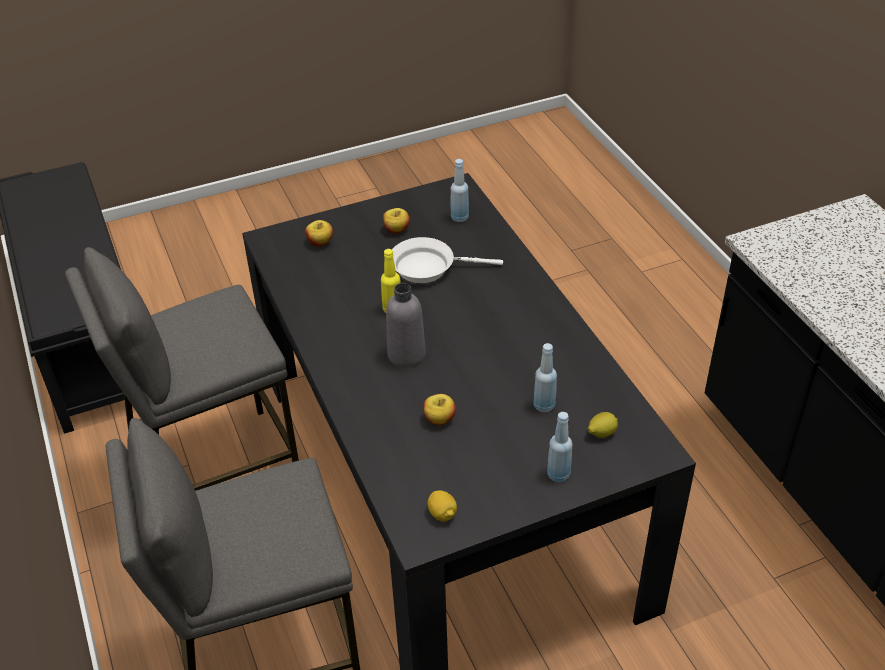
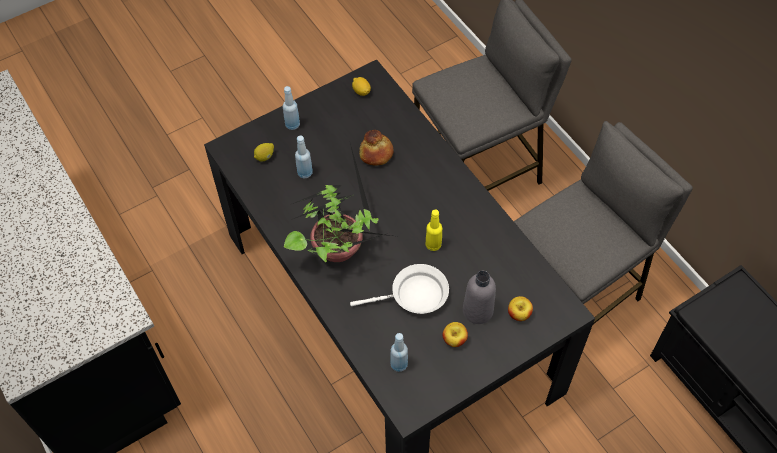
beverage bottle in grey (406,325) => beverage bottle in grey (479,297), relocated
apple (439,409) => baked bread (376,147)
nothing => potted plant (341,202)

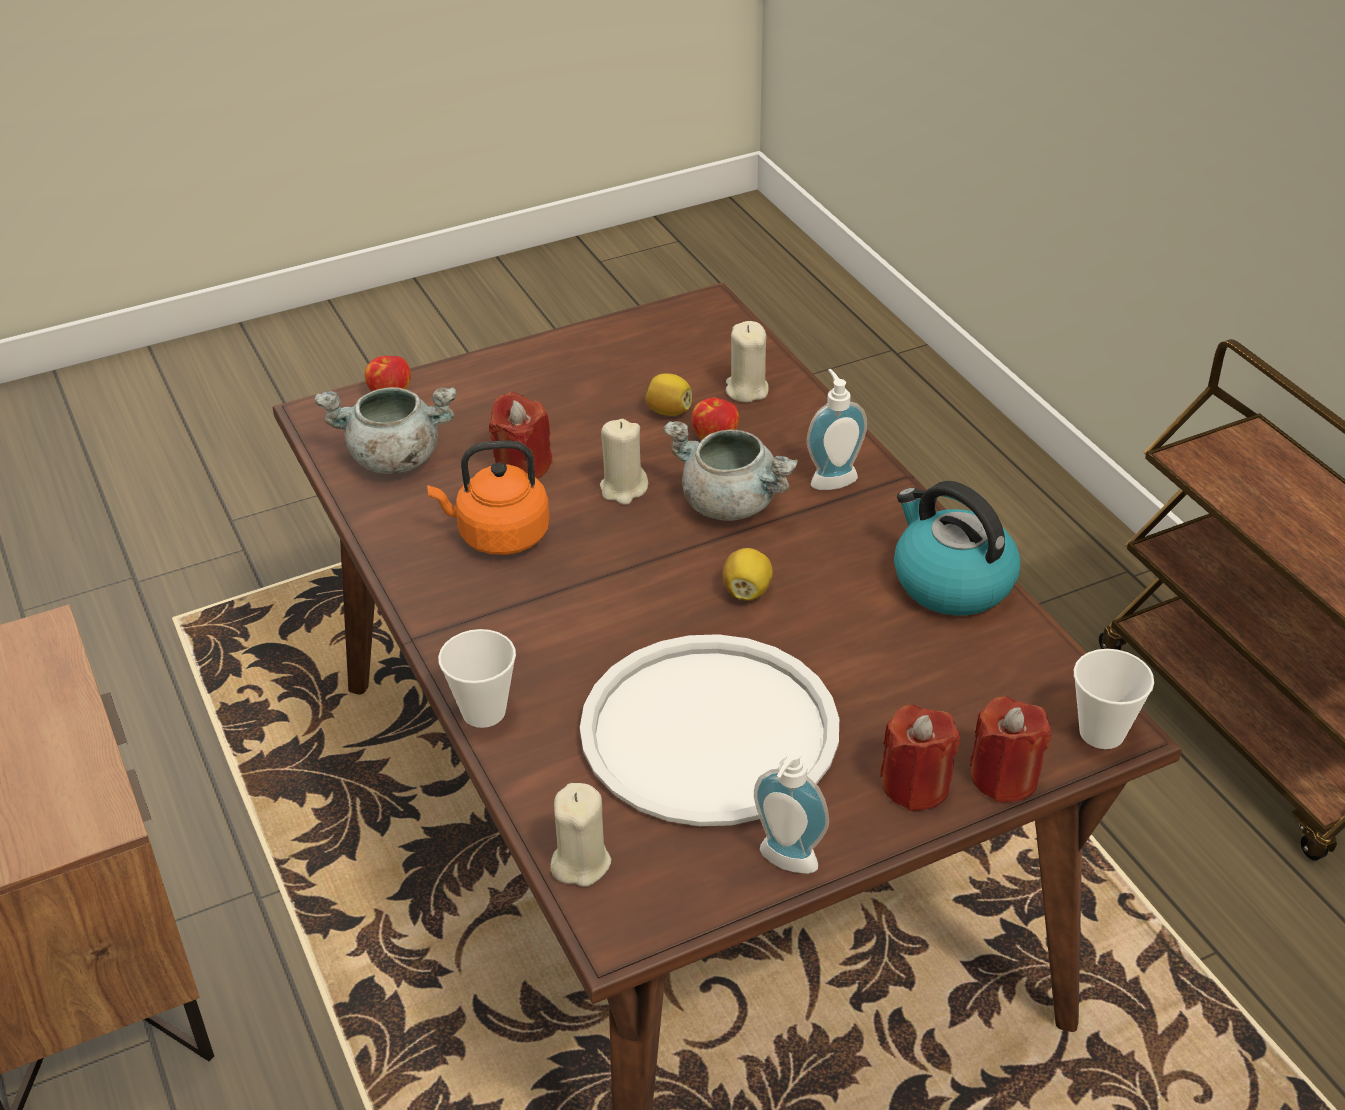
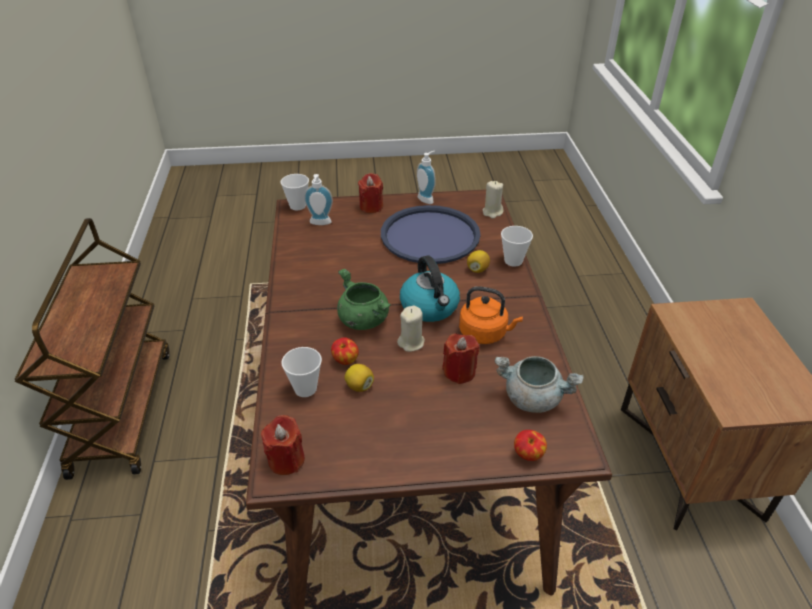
wax light in beige (747,361) => small cup (301,372)
soap bottle (836,429) => soap bottle (318,199), relocated
saucepot in grey (730,471) => saucepot in greenish (364,299)
water kettle (957,548) => water kettle (430,288), relocated
lemon (748,574) => lemon (478,261), relocated
carrying tray in whitish (709,730) => carrying tray in blue (431,234)
wax light in red-coloured (1010,750) => wax light in red-coloured (283,445), relocated

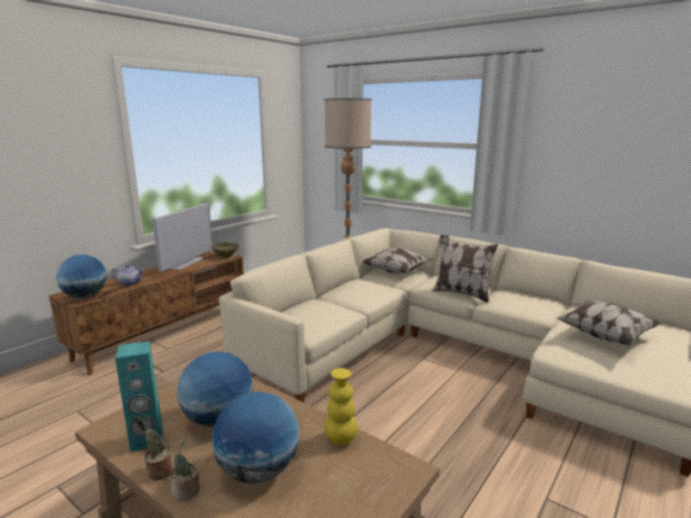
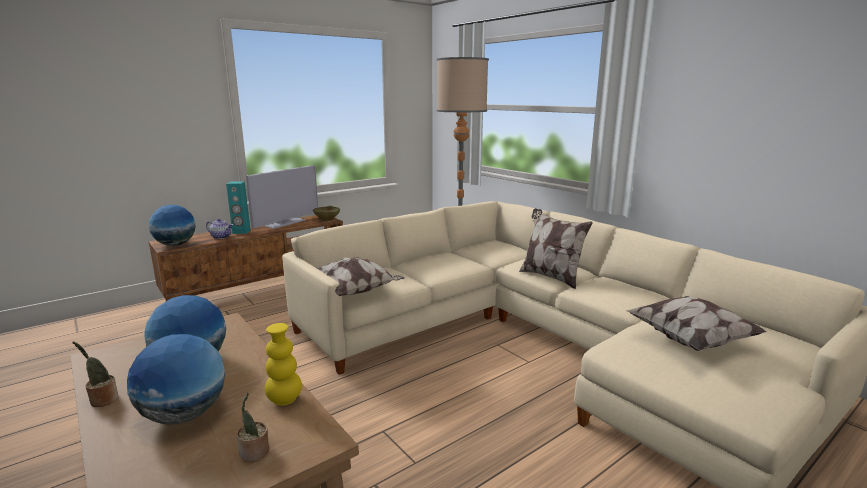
cushion (398,261) => cushion (361,276), relocated
speaker in turquoise (139,396) => speaker in turquoise (238,208), relocated
potted plant (185,469) => potted plant (253,427), relocated

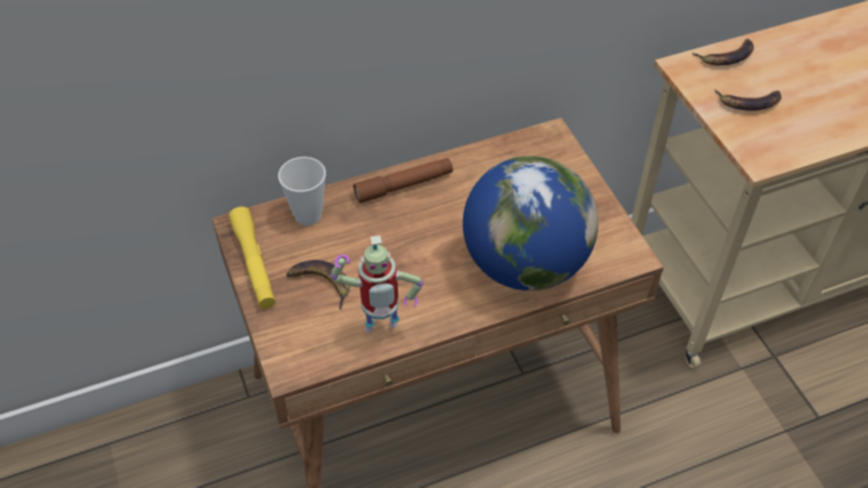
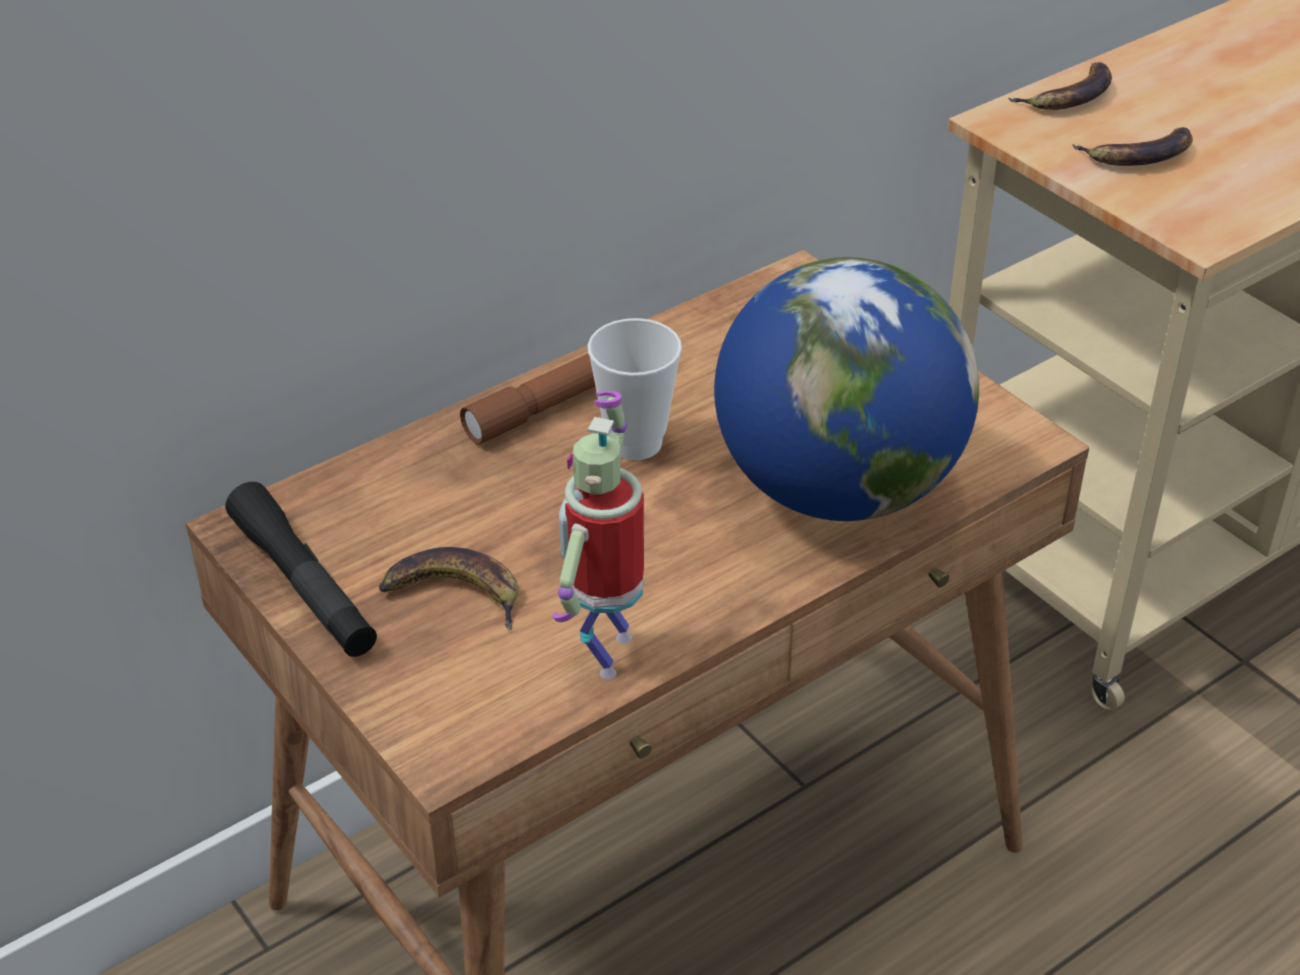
small cup (302,191) => small cup (635,389), relocated
flashlight in yellow (252,258) => flashlight in black (301,569)
toy robot (377,284) => toy robot (598,535), 135 degrees clockwise

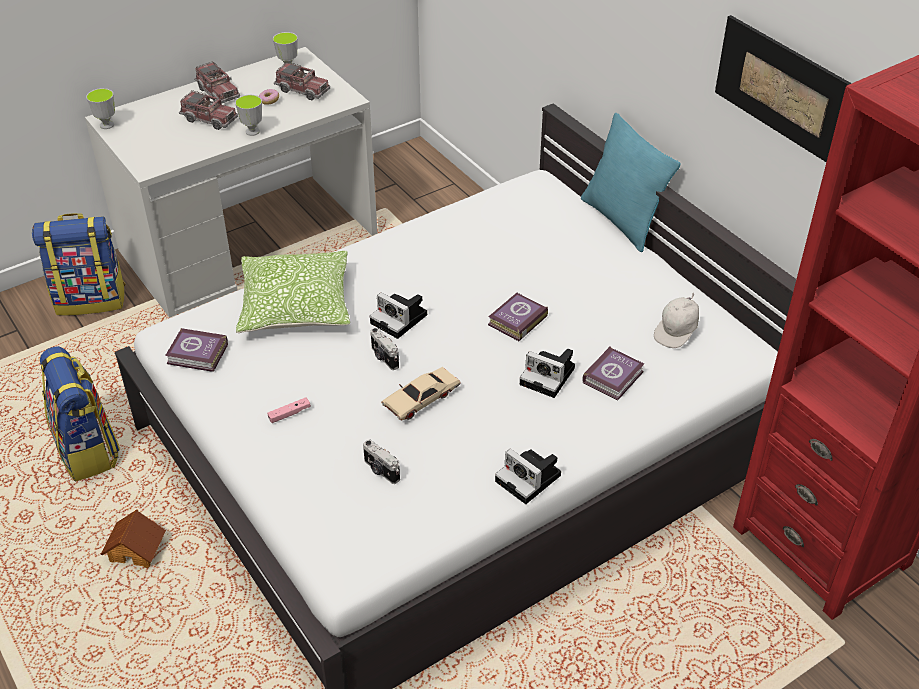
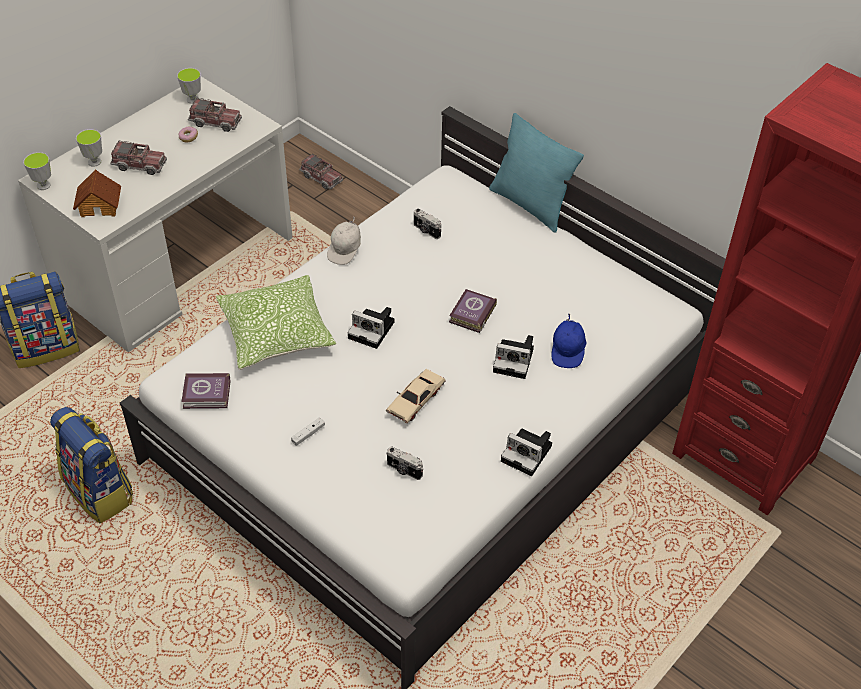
picture (783,88) => nothing
model truck (217,82) => model truck (321,171), relocated
small cup (248,115) => small cup (89,148), relocated
baseball cap in whitish (676,320) => baseball cap in whitish (344,240), relocated
still camera (384,349) => still camera (427,223), relocated
volume (613,373) => baseball cap in blue (568,340)
joypad in pink (289,410) => joypad in whitish (308,432)
model house (133,538) => model house (97,193), relocated

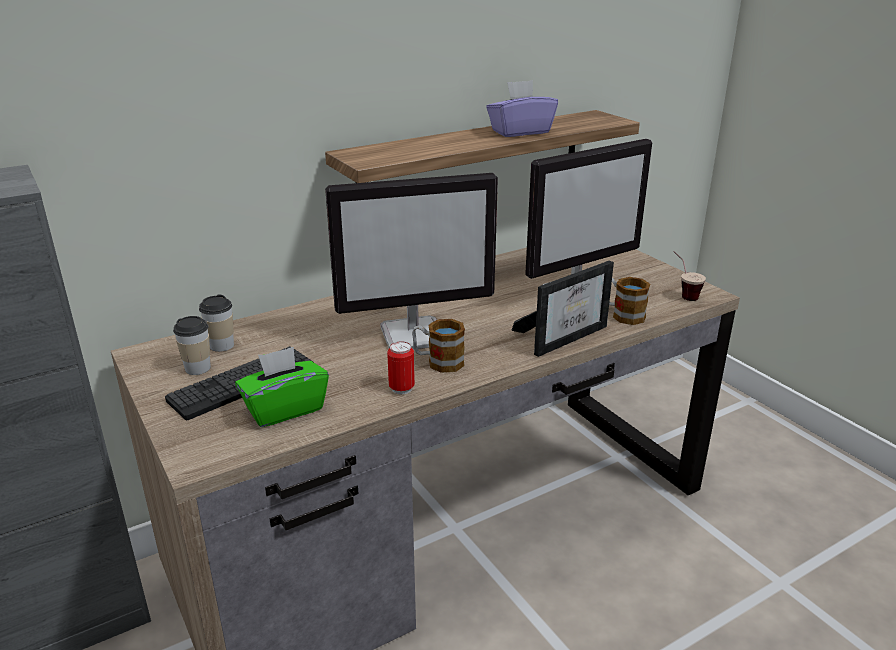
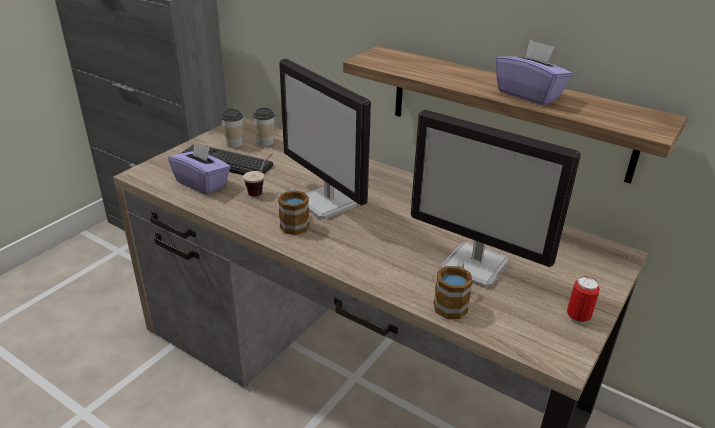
small cup (690,276) => small cup (258,175), relocated
standing frame (563,308) => nothing
sealed can (401,367) => sealed can (583,300), relocated
box of tissues in greenish (282,387) => box of tissues in purple (199,168)

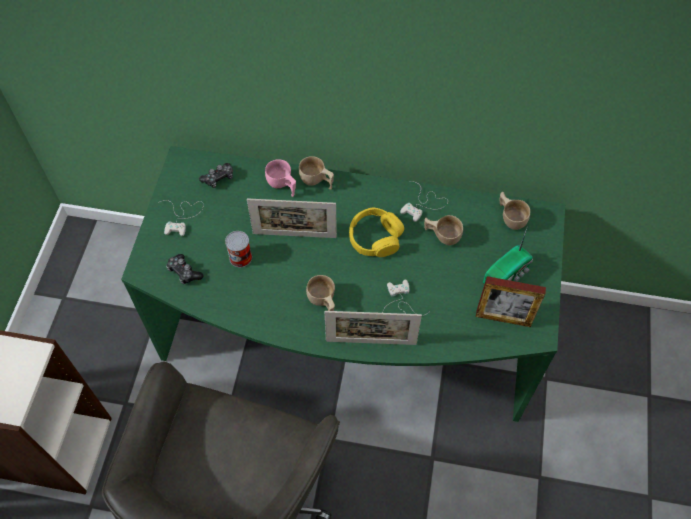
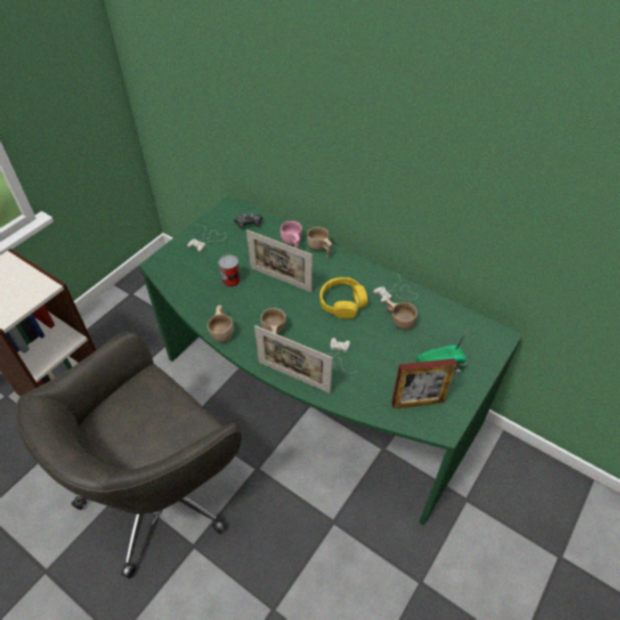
small cup in beige (515,211) => small cup in beige (220,324), relocated
joypad (185,269) => nothing
standing frame (511,301) => standing frame (424,383), 45 degrees counterclockwise

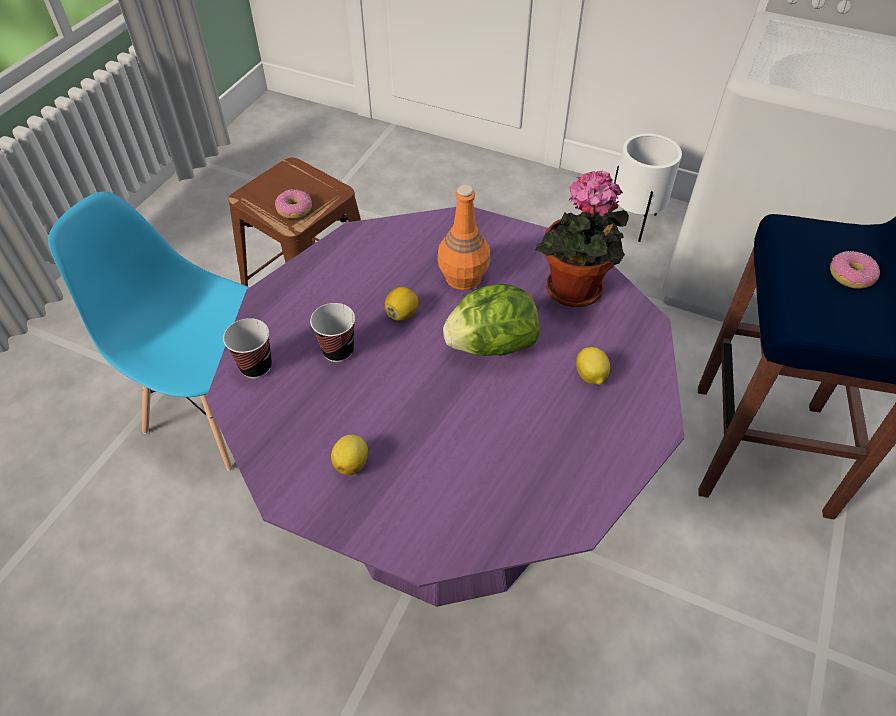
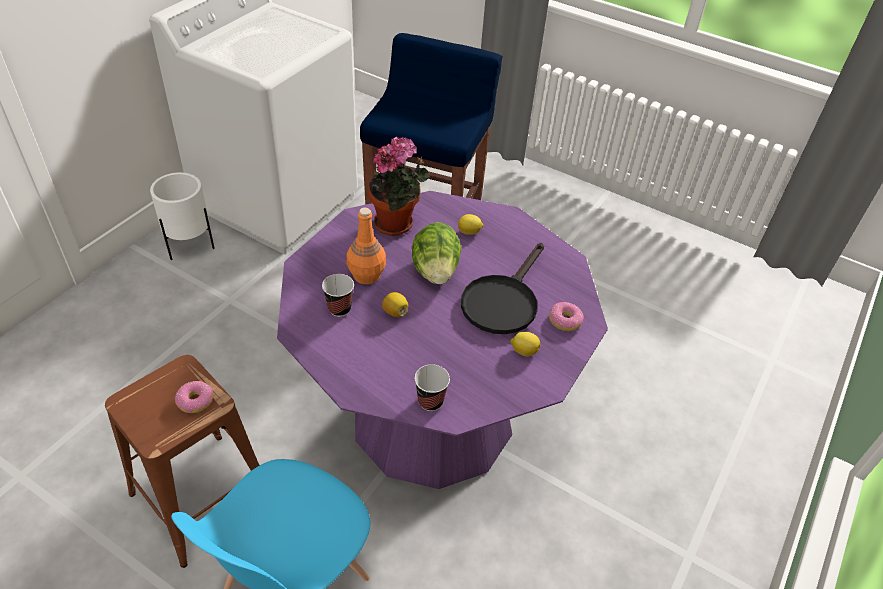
donut (855,270) => donut (566,316), relocated
small cup (332,332) => small cup (338,295), relocated
nothing => pan in black (502,288)

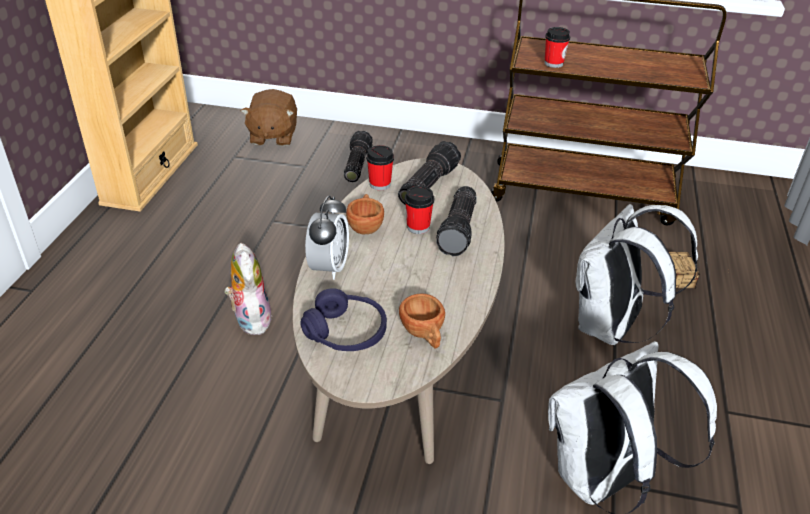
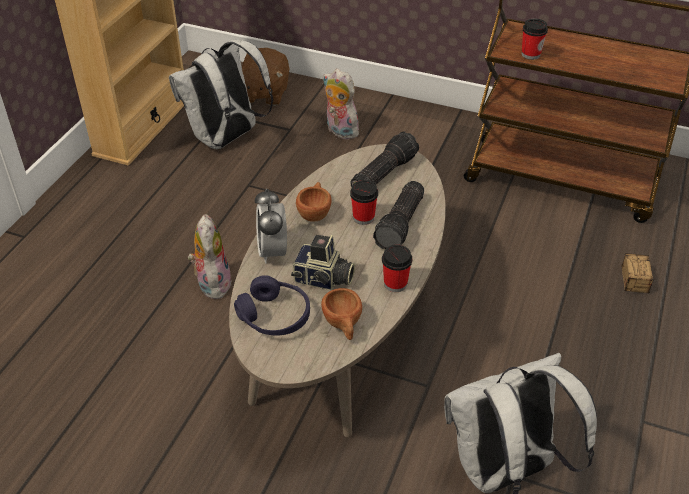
flashlight (358,156) => soft toy (341,104)
small cup (380,167) => small cup (397,268), relocated
table clock (327,238) => table clock (271,225), 150 degrees clockwise
backpack in whitish (637,274) => backpack in whitish (221,94), relocated
nothing => still camera (323,262)

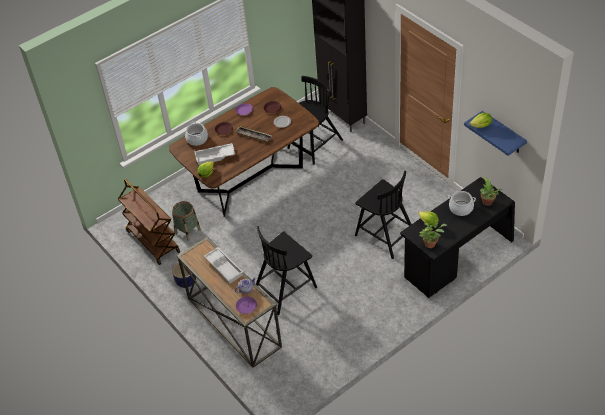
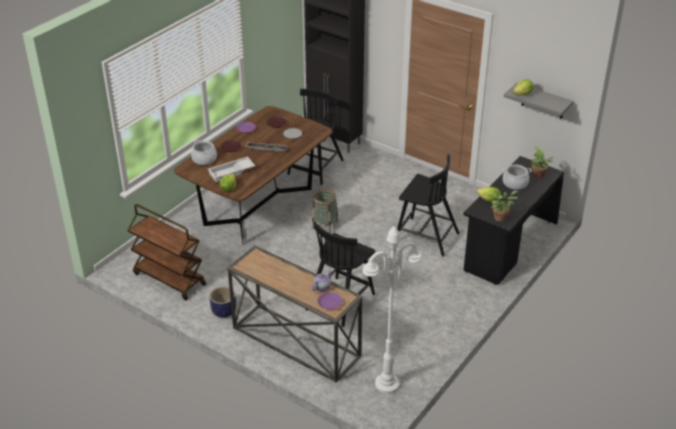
shelf in blue (495,133) => shelf in grey (539,101)
household basket (186,221) => household basket (325,211), relocated
carrying tray in whitish (223,265) => nothing
nothing => standard lamp in whitish (392,310)

